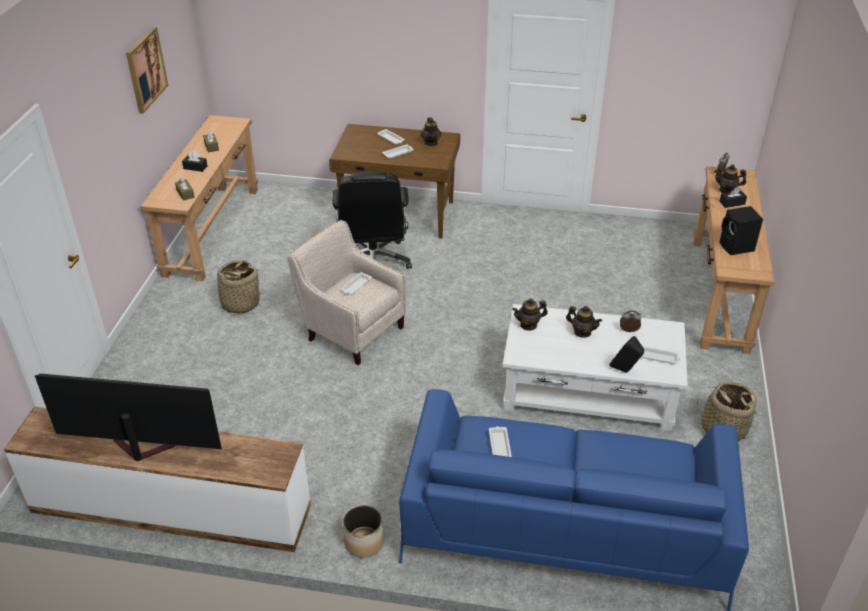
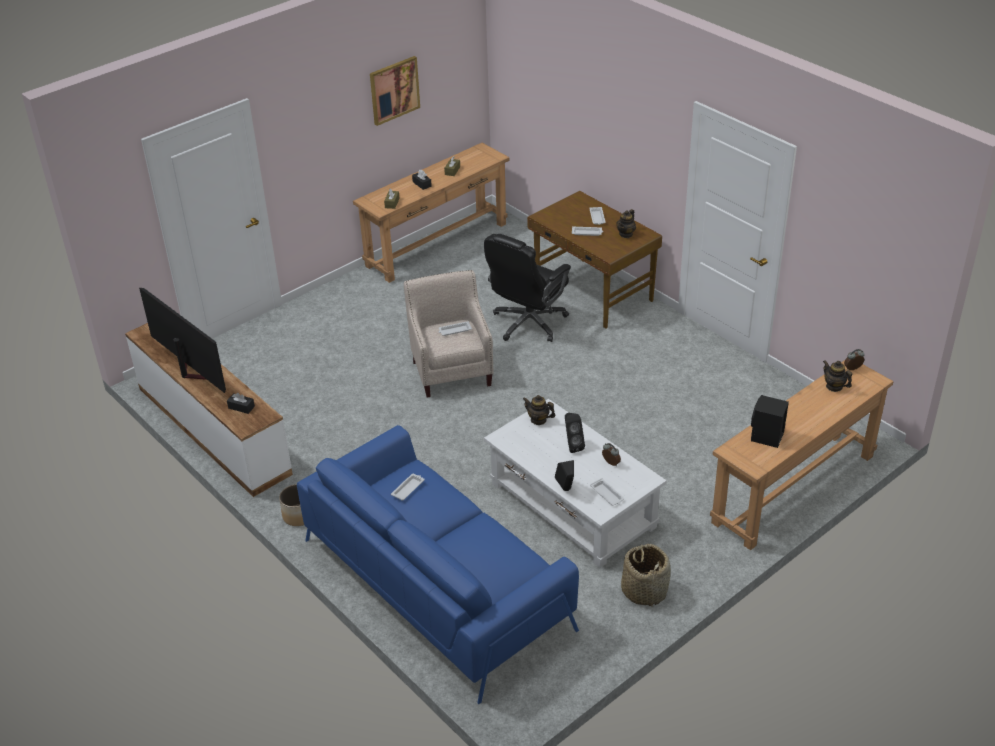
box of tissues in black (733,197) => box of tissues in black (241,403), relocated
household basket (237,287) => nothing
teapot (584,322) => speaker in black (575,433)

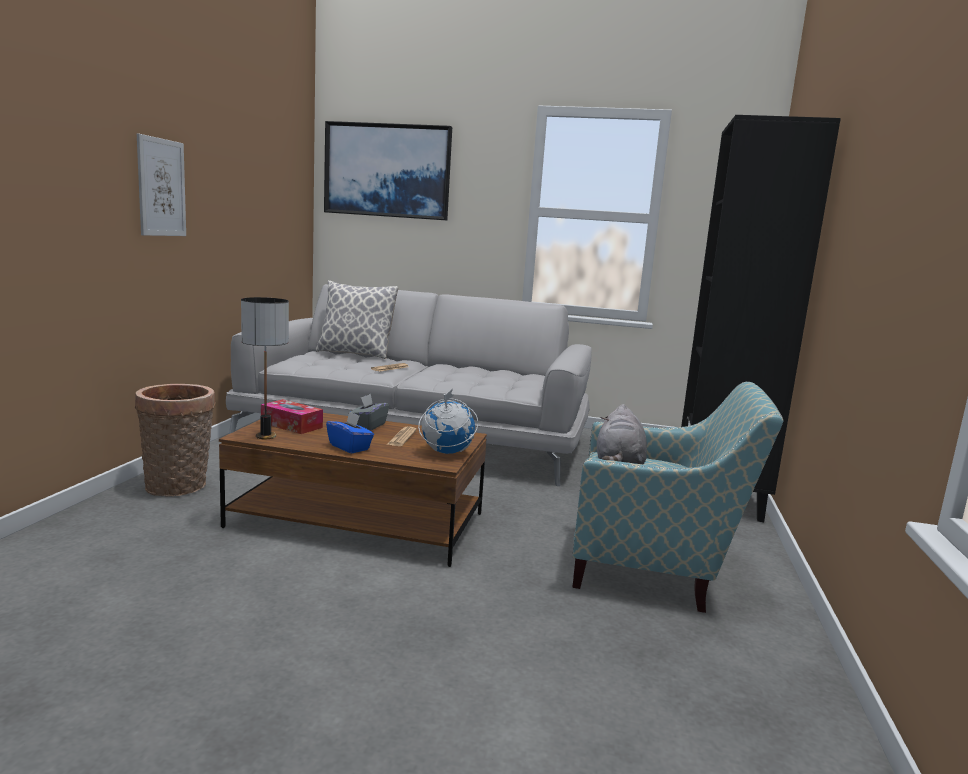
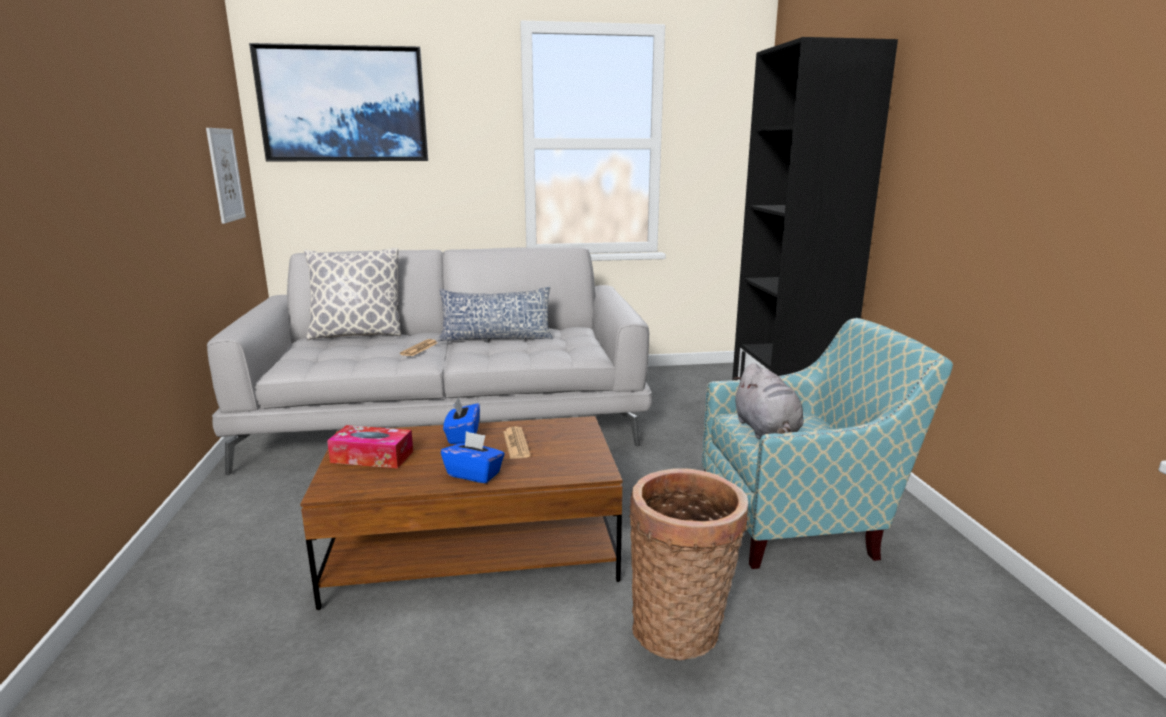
picture (161,184) => picture (226,176), relocated
table lamp (265,368) => nothing
household basket (175,440) => household basket (688,564), relocated
globe (448,421) => nothing
box of tissues in grey (368,412) => box of tissues in blue (461,420)
nothing => cushion (495,314)

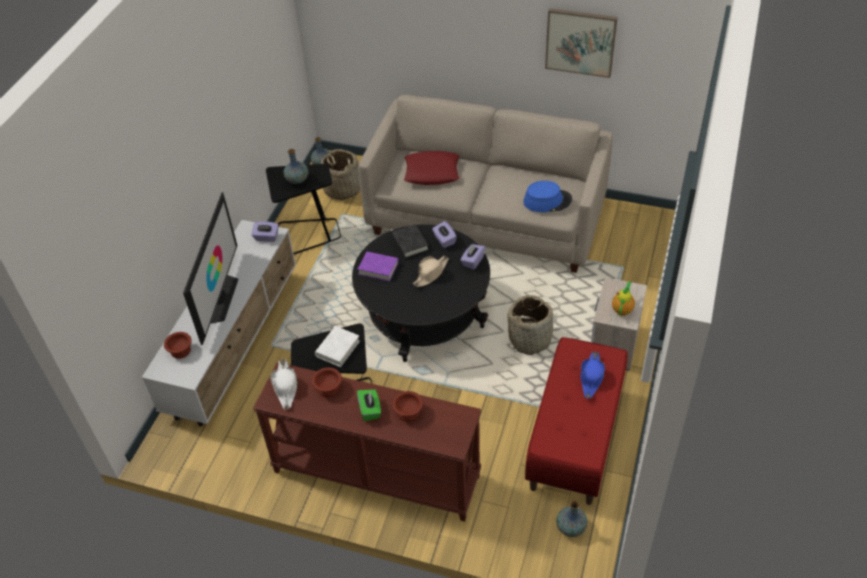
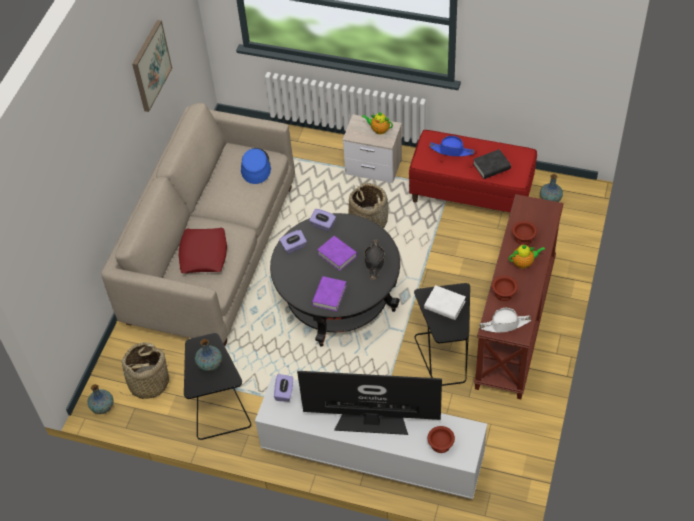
volume in black (410,241) => volume in black (492,164), relocated
hat in beige (431,271) => volume in purple (337,253)
box of tissues in greenish (369,405) => teapot (527,256)
nothing => hat in black (374,260)

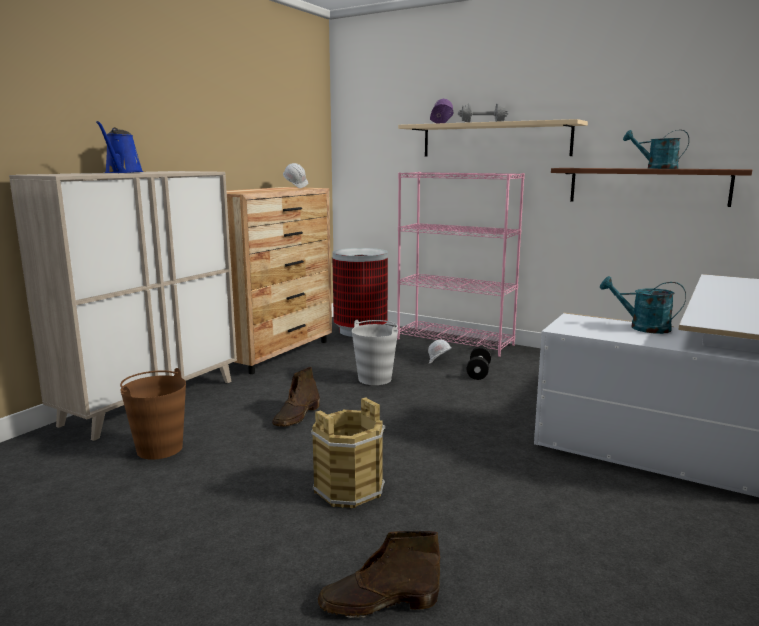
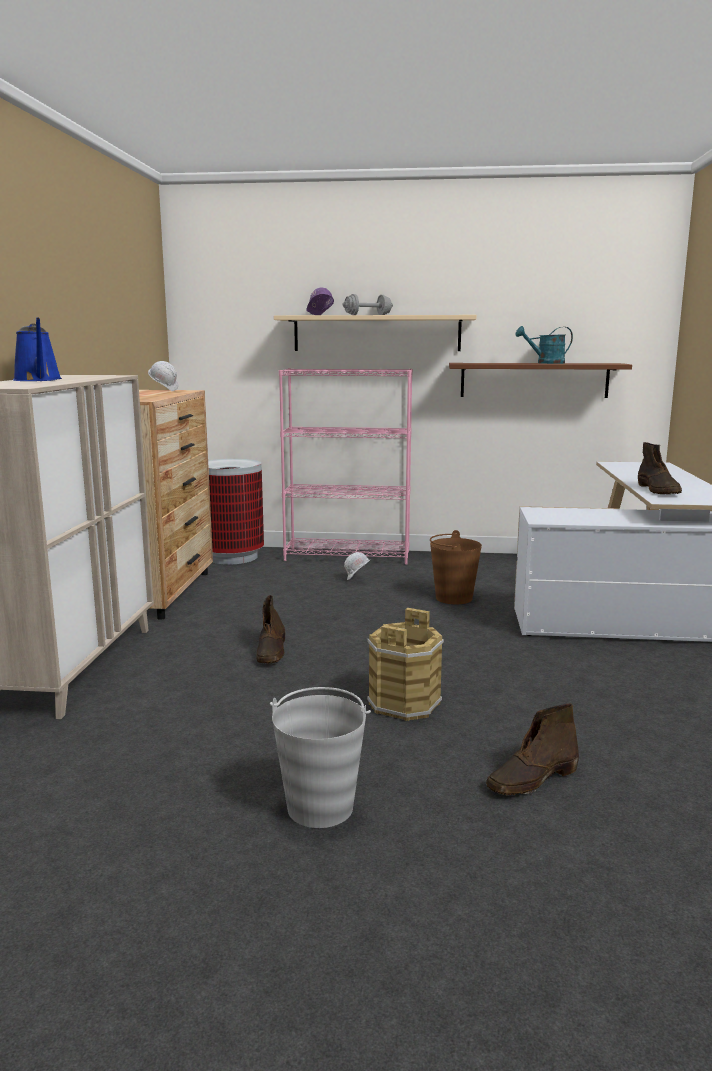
watering pot in turquoise (643,305) => nothing
pail in grey (375,352) => pail in grey (320,757), relocated
hand weight in black (479,363) => nothing
pail in brownish (153,414) => pail in brownish (456,567), relocated
nothing => boot in brownish (660,468)

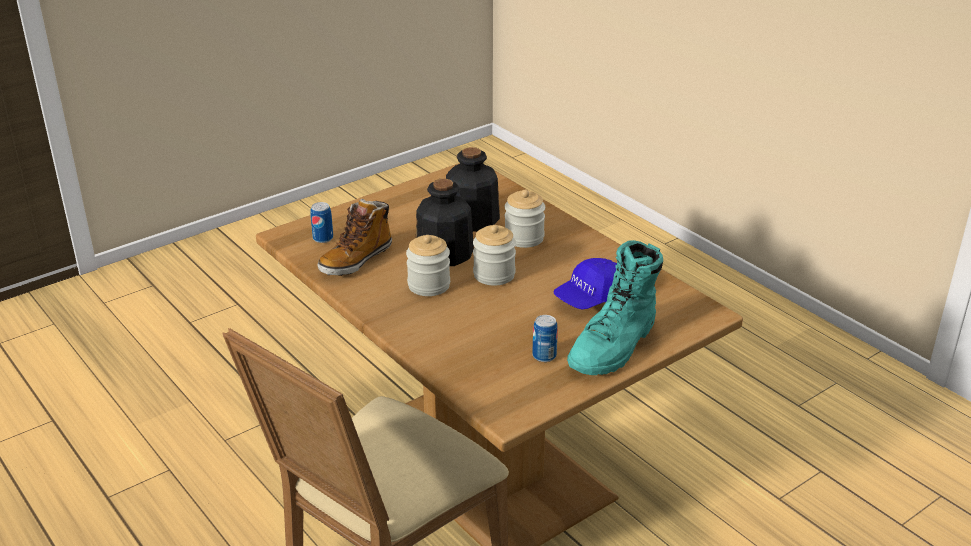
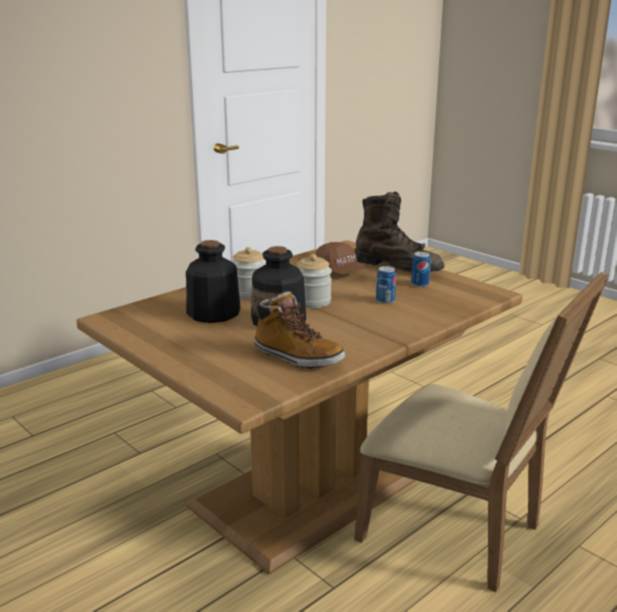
sealed can (321,222) => sealed can (386,285), relocated
preserve jar (428,265) => nothing
boot in turquoise (615,307) => boot in brownish (399,231)
baseball cap in blue (585,284) => baseball cap in brownish (341,258)

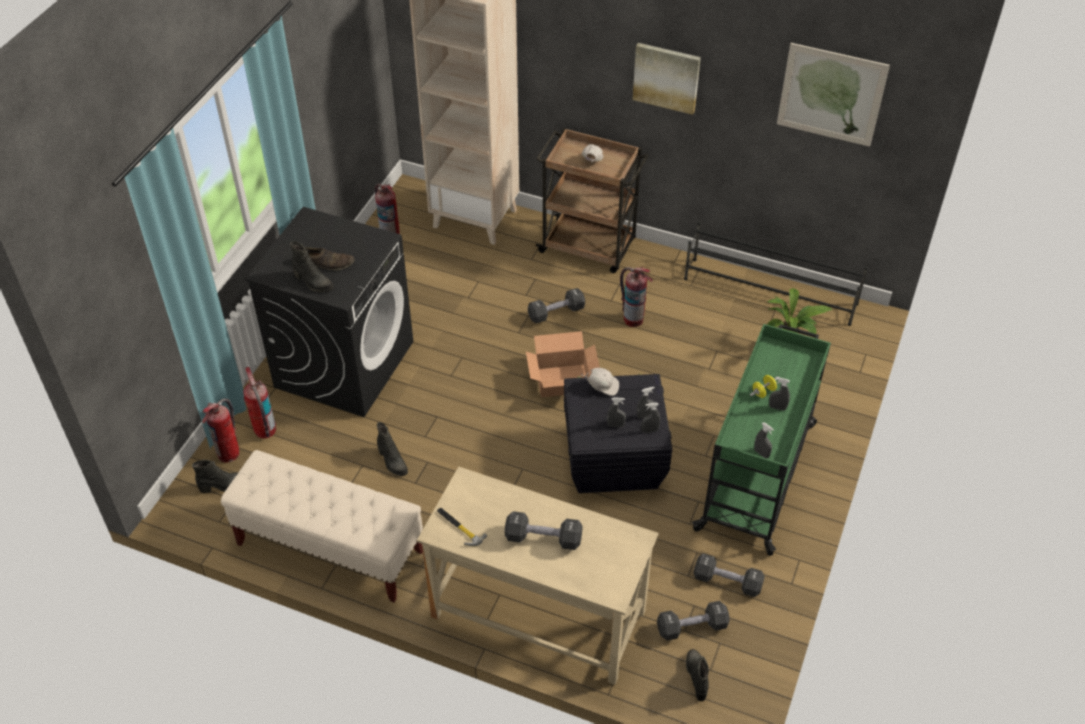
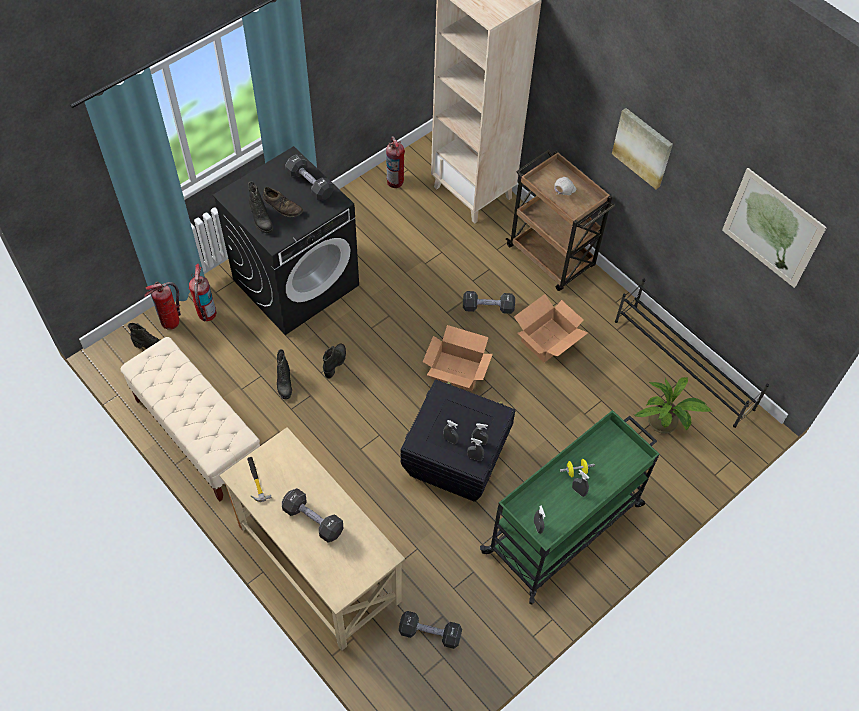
fire extinguisher (636,296) => cardboard box (551,328)
baseball cap in whitish (600,382) => nothing
hand weight in black (729,575) => hand weight in black (309,177), relocated
boot in black (697,675) => boot in black (334,361), relocated

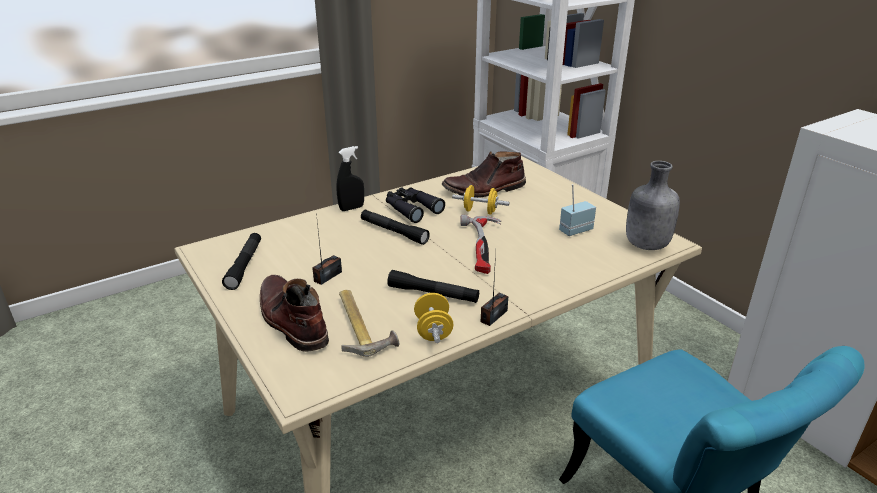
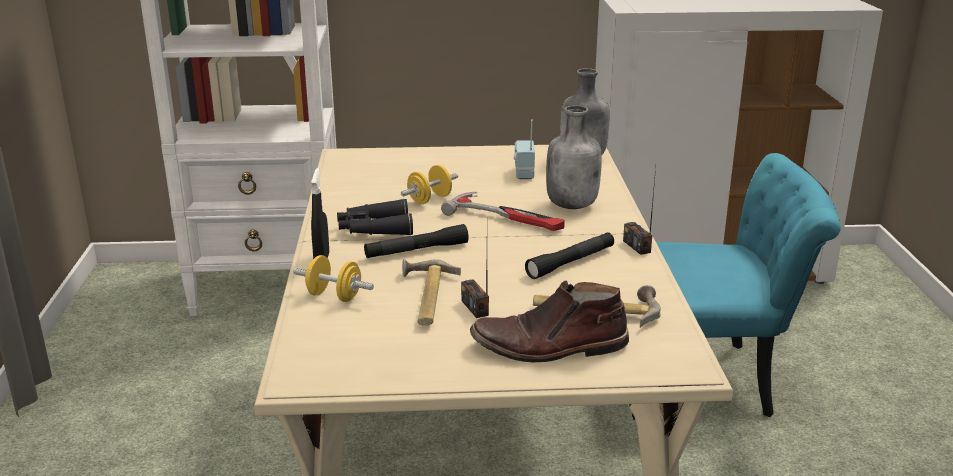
boot in brownish (484,174) => nothing
flashlight in black (241,261) => nothing
hand weight in yellow (433,318) => hand weight in yellow (333,278), relocated
nothing => beverage bottle in grey (574,157)
nothing => tool hammer (431,292)

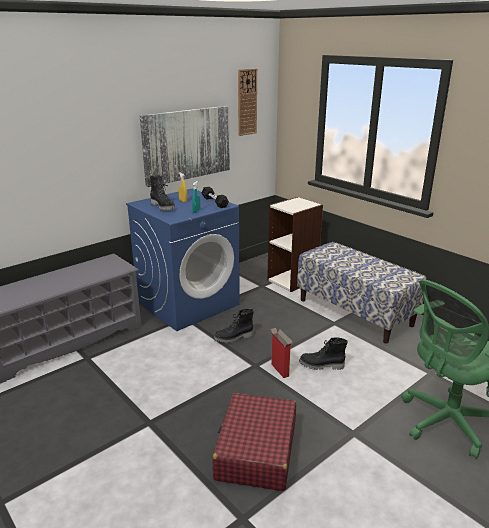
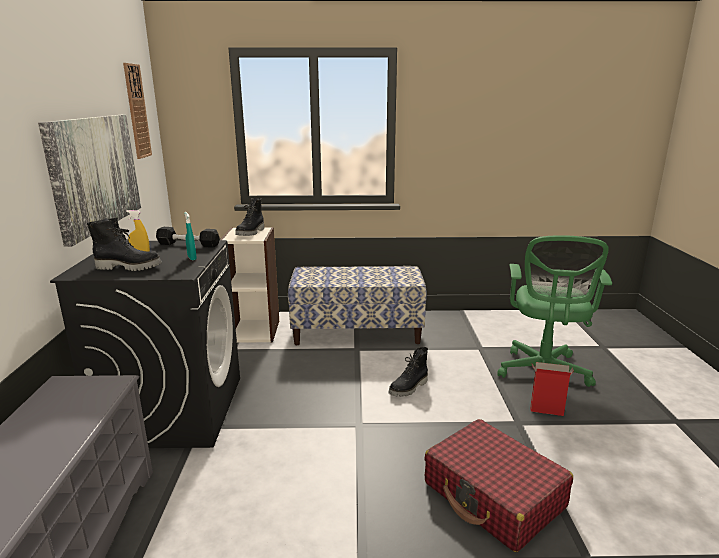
washing machine in blue (183,260) => washing machine in black (145,344)
boot in black (234,326) => boot in black (249,217), relocated
cardboard box (281,353) => cardboard box (552,389), relocated

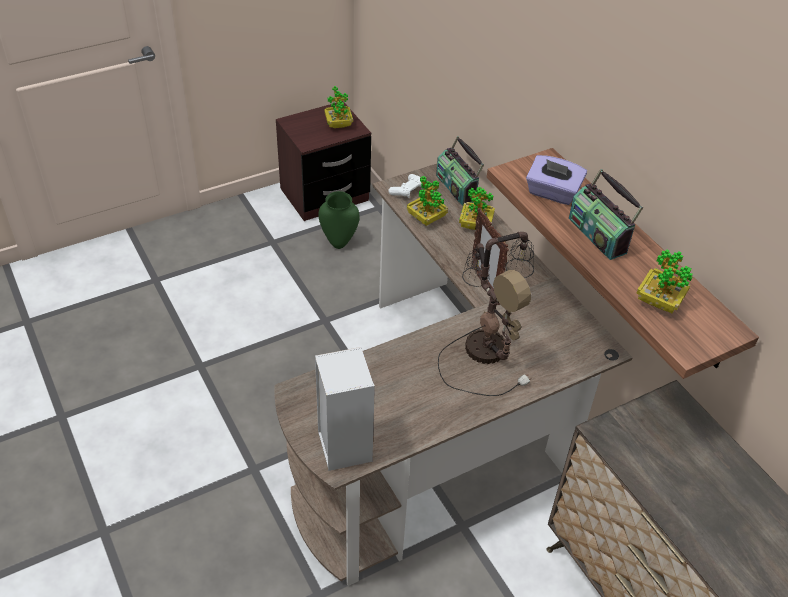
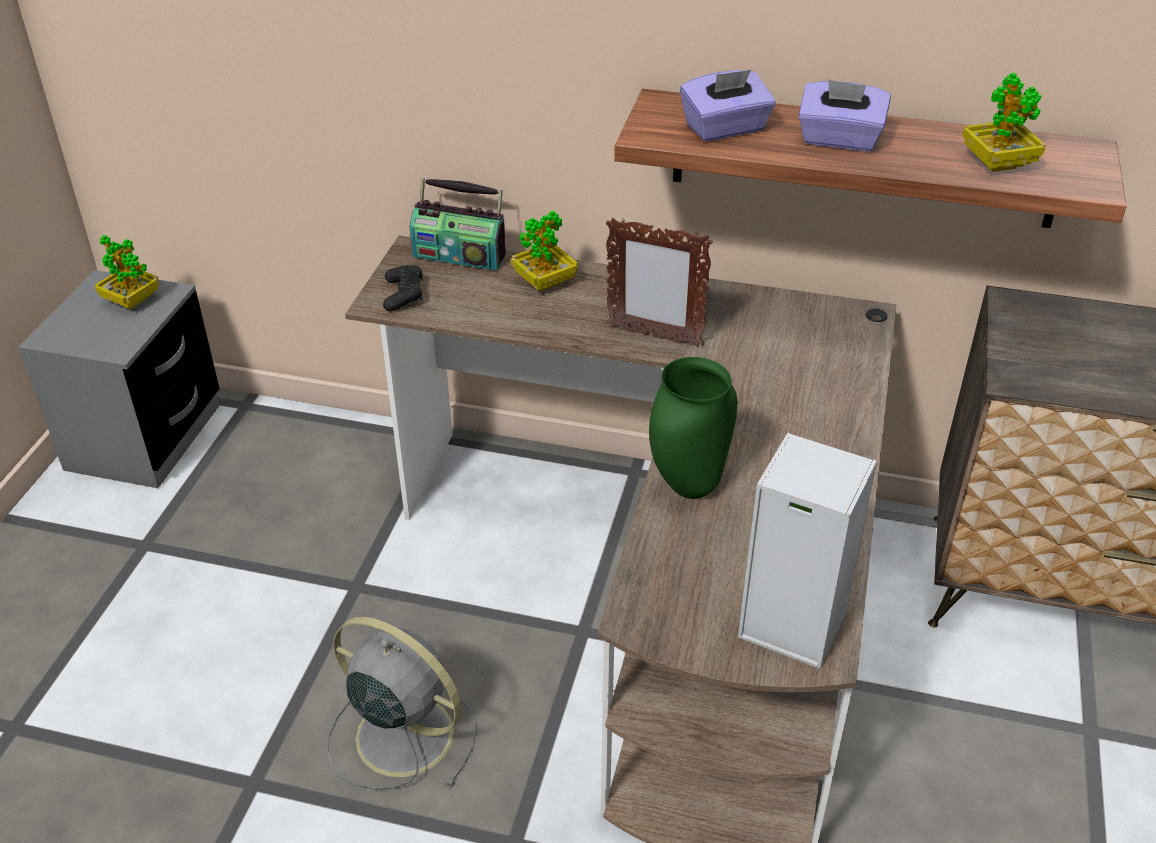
bedside table in brownish (323,161) => bedside table in grey (119,379)
radio set (606,214) => box of tissues in purple (845,115)
joypad in whitish (405,186) => joypad in black (403,288)
potted plant (427,201) => nothing
vase in greenish (339,220) => vase in greenish (693,428), relocated
table lamp (486,314) => nothing
nothing => fan in grey (402,703)

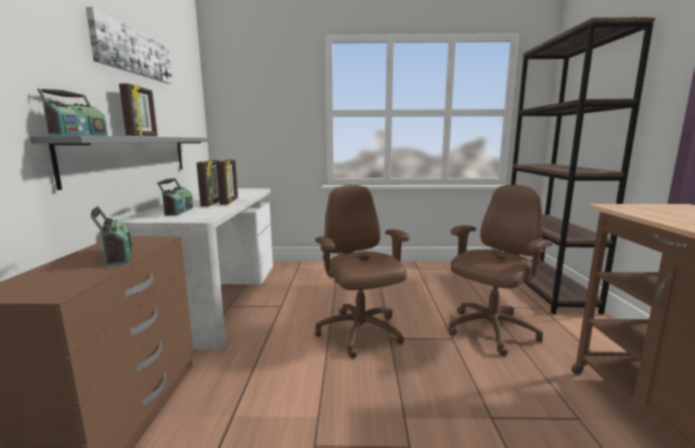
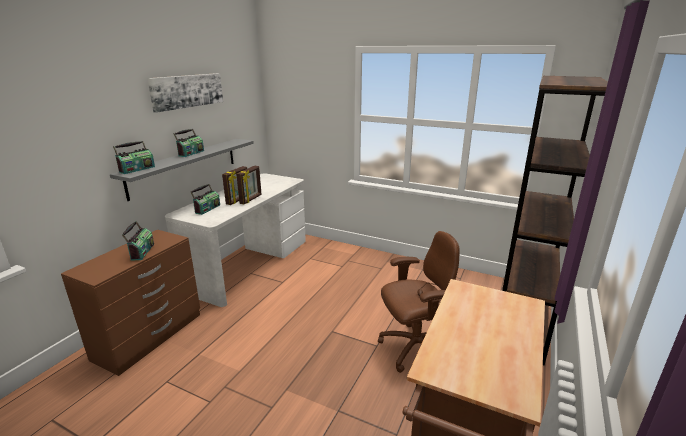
standing frame (138,110) => radio set (188,143)
office chair in brownish (362,271) => nothing

